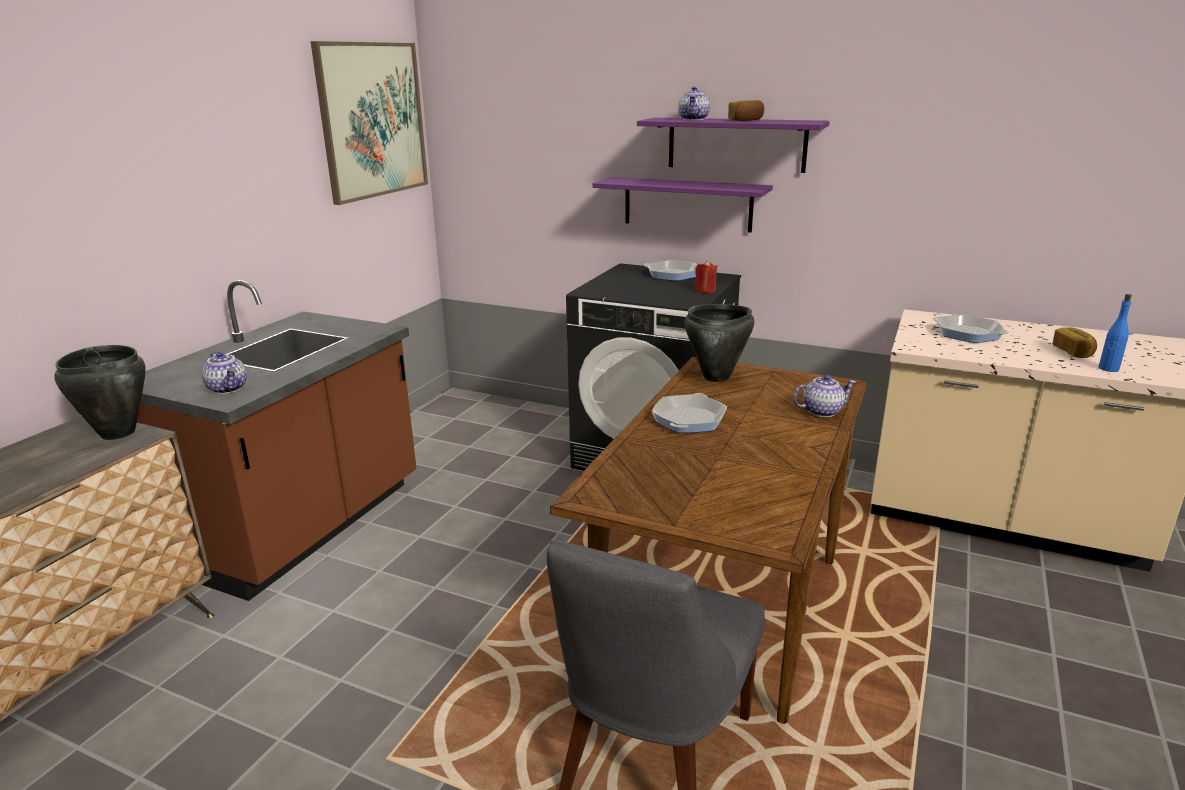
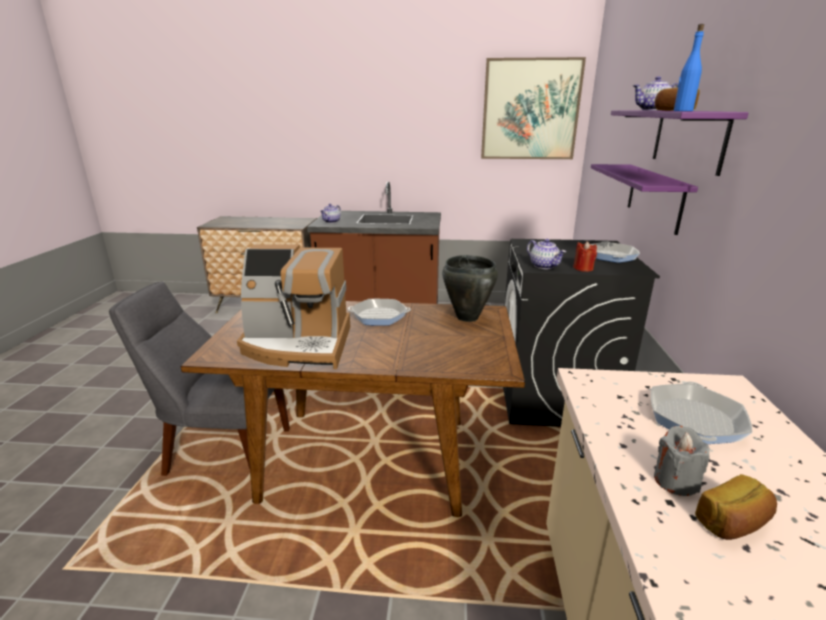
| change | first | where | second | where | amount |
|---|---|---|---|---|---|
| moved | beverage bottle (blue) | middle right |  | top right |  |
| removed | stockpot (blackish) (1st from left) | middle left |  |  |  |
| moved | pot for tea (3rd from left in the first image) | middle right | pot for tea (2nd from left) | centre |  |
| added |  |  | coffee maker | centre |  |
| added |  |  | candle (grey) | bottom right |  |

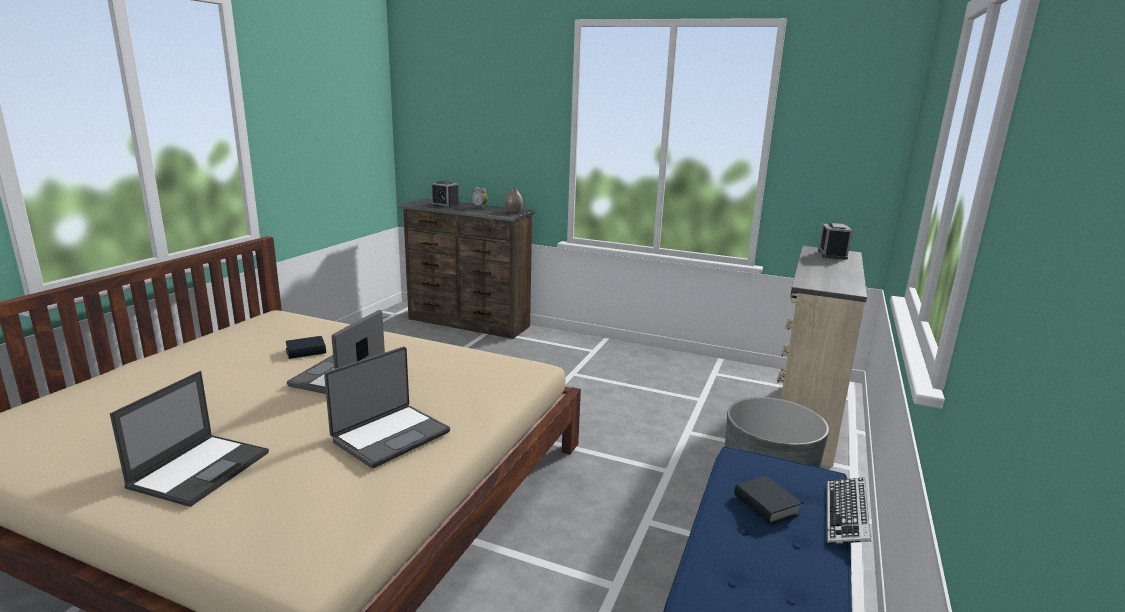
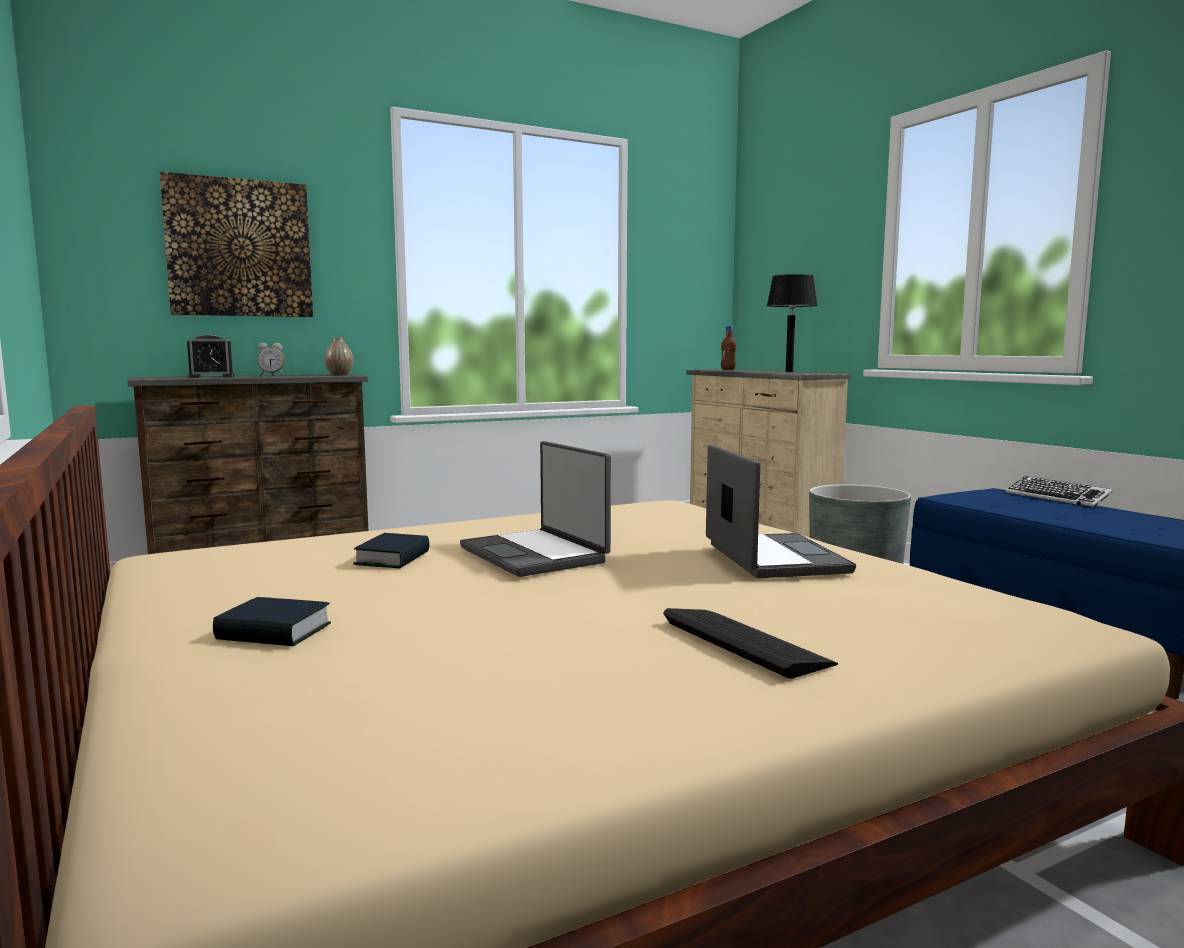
| change | first | where | second | where | amount |
|---|---|---|---|---|---|
| replaced | table clock (3rd from left) | middle right | beverage bottle (brown) | centre |  |
| replaced | portable computer (1st from left) | bottom left | keyboard (1st from left) | bottom centre |  |
| moved | bound book (2nd from left in the first image) | bottom right | bound book (1st from left) | middle left |  |
| added |  |  | picture | top left |  |
| added |  |  | lamp for a table (blackish) | middle right |  |

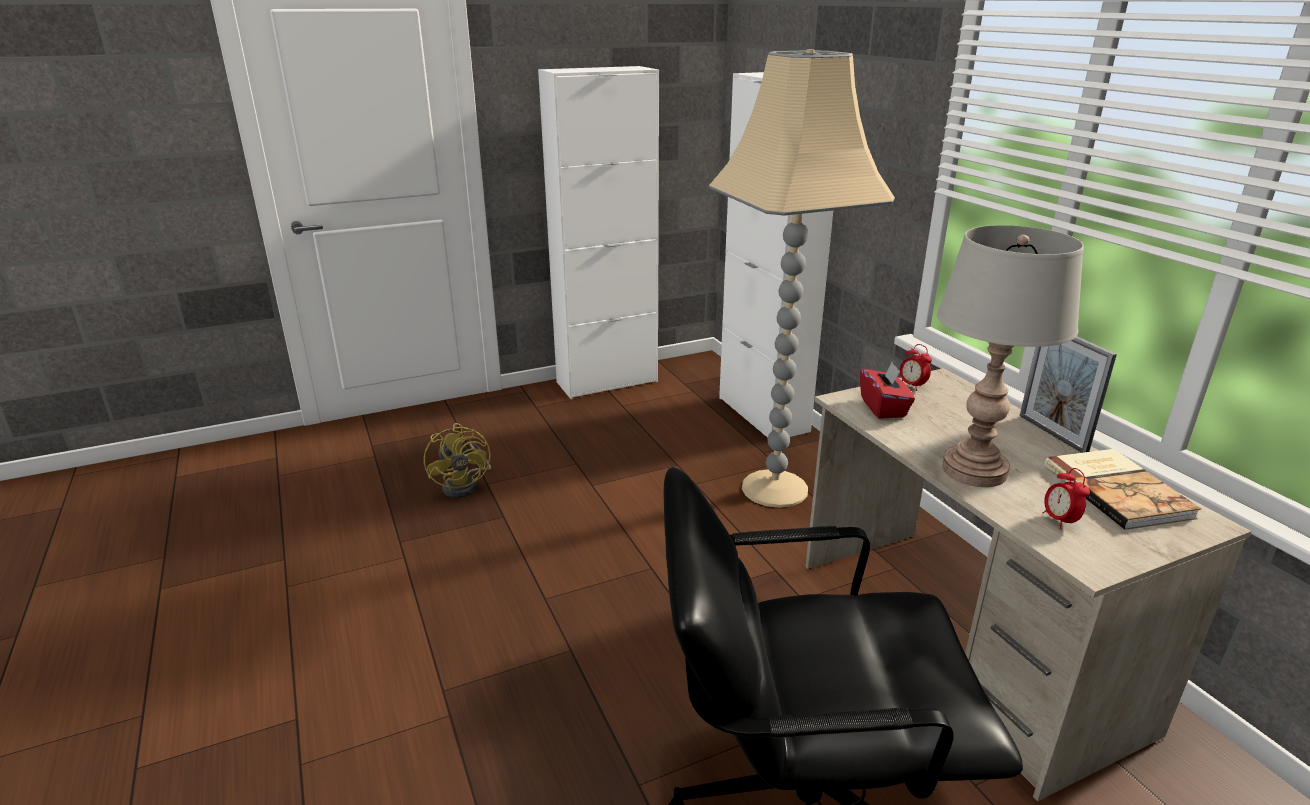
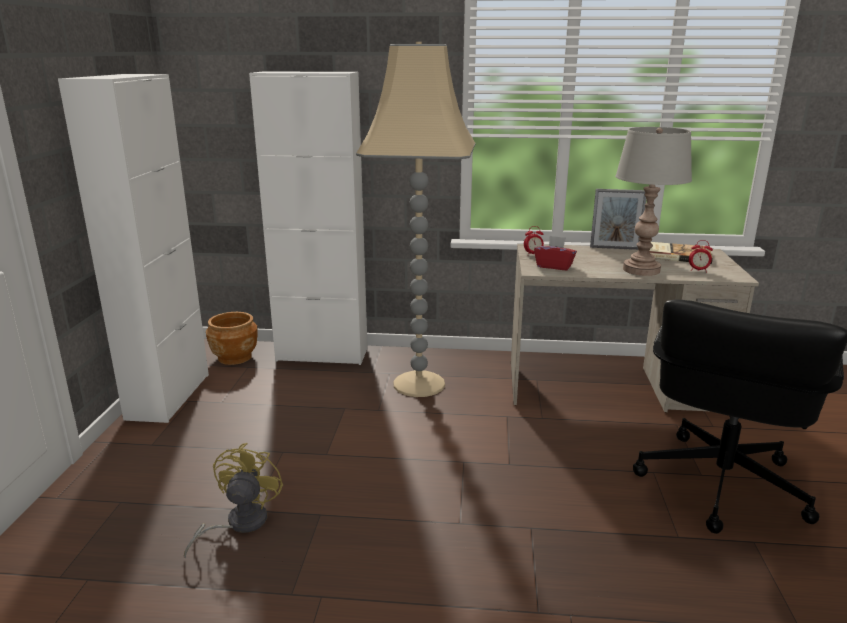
| change | first | where | second | where | amount |
|---|---|---|---|---|---|
| turned | electric fan (yellow-coloured) | centre |  | bottom left | 90 degrees counterclockwise |
| added |  |  | planter (brown) | middle left |  |

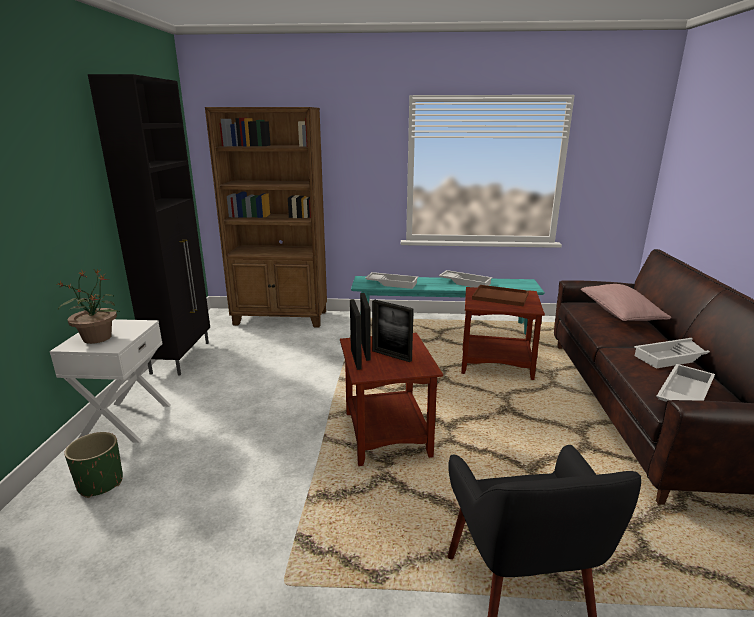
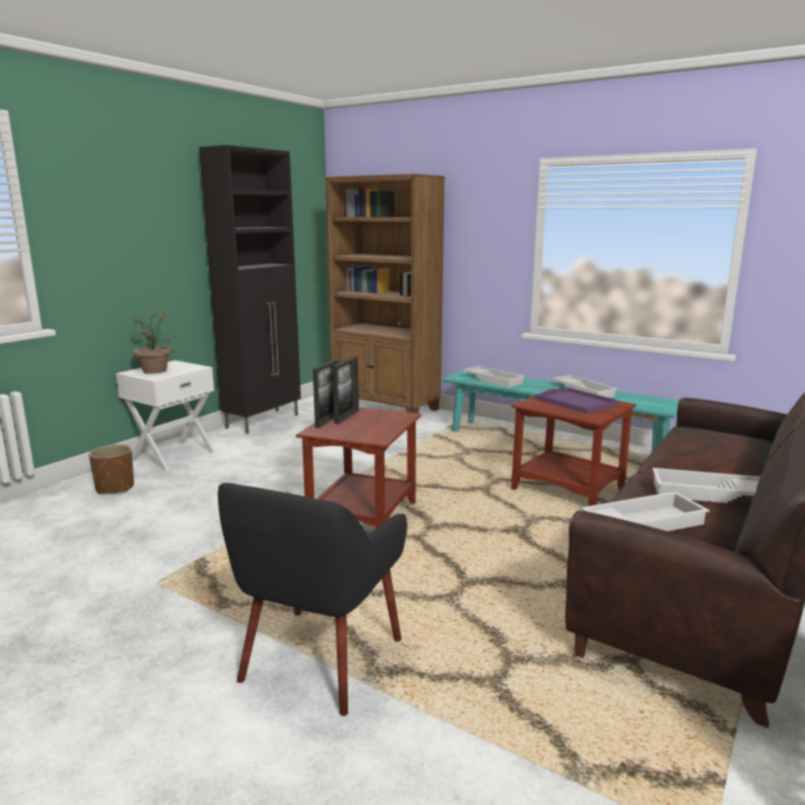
| change | first | where | second | where | amount |
|---|---|---|---|---|---|
| removed | cushion (pink) | middle right |  |  |  |
| recoloured | carrying tray (brown) | centre | carrying tray (purple-coloured) | middle right |  |
| removed | photo frame (3rd from left) | centre |  |  |  |
| recoloured | planter (green) | bottom left | planter (brown) | middle left |  |

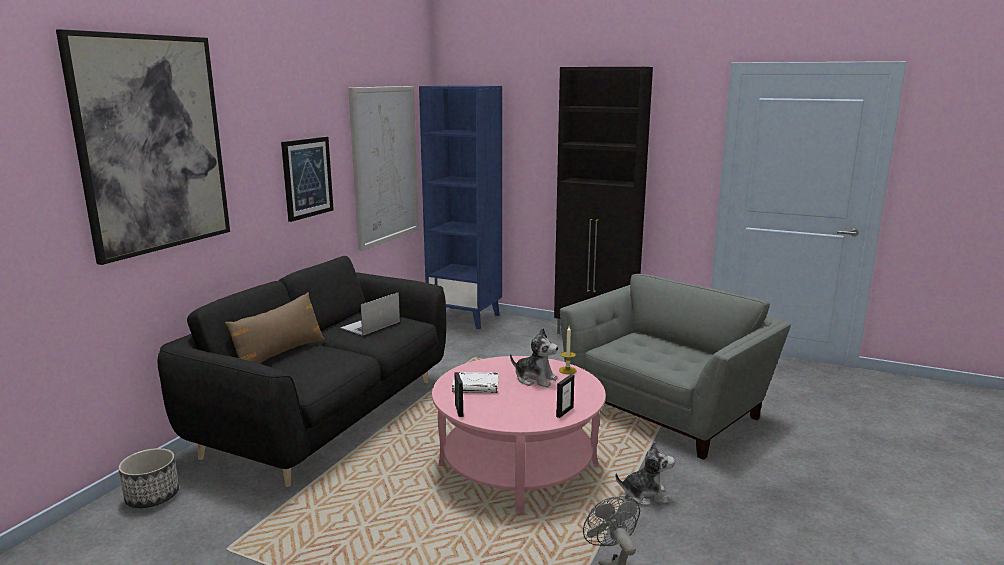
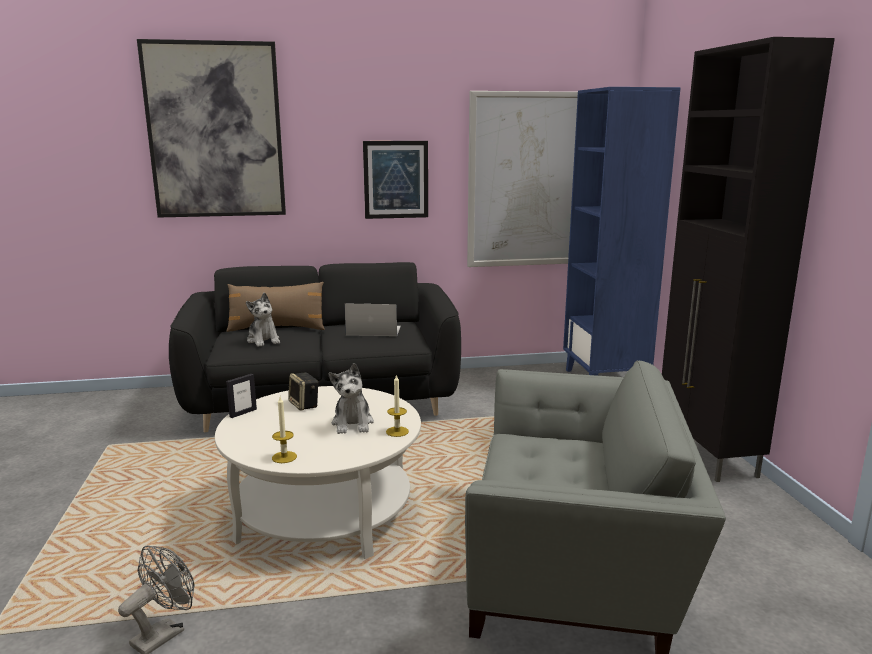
| change | first | where | second | where | amount |
|---|---|---|---|---|---|
| recoloured | low table (pink) | bottom centre | low table (white-coloured) | bottom centre |  |
| replaced | bound book (white-coloured) | bottom centre | loudspeaker | centre |  |
| replaced | photo frame (2nd from left) | bottom centre | candle (1st from left) | middle left |  |
| moved | soft toy (2nd from left in the first image) | bottom centre | soft toy (1st from left) | middle left |  |
| removed | planter | bottom left |  |  |  |

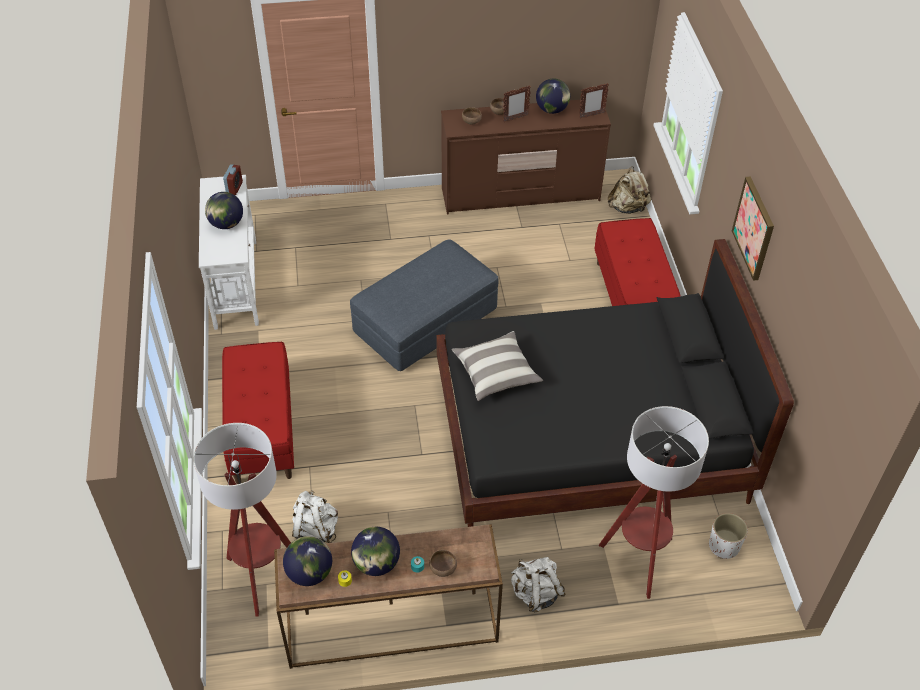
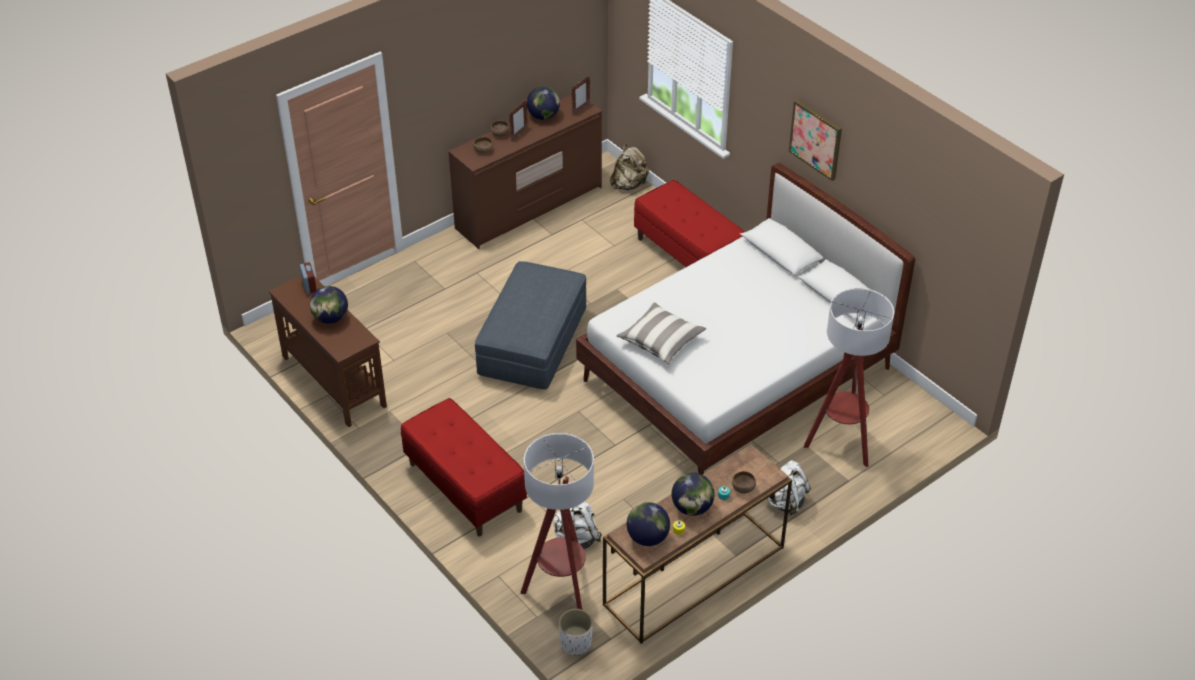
| change | first | where | second | where | amount |
|---|---|---|---|---|---|
| recoloured | console table (white-coloured) | middle left | console table (brown) (1st from left) | middle left |  |
| recoloured | bedroom bed (blackish) | middle right | bedroom bed (white-coloured) | centre |  |
| moved | planter (white-coloured) | bottom right |  | bottom centre |  |

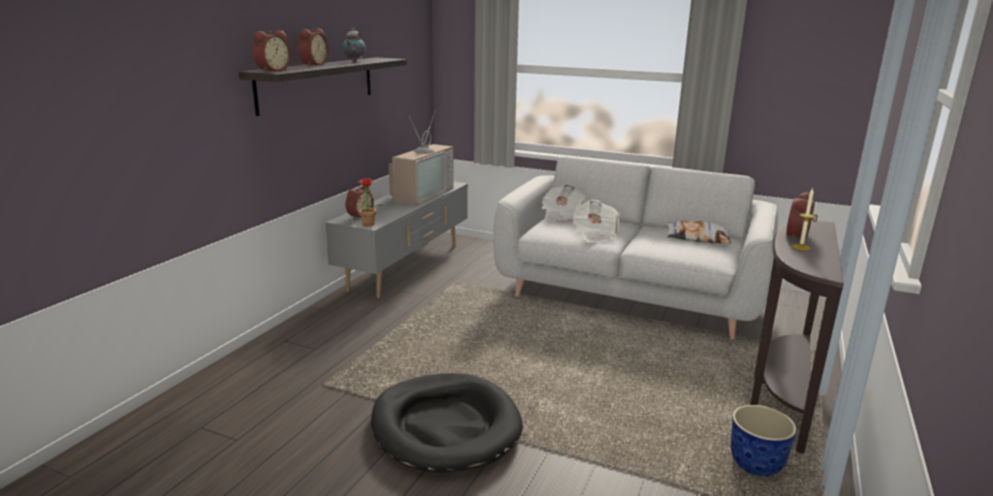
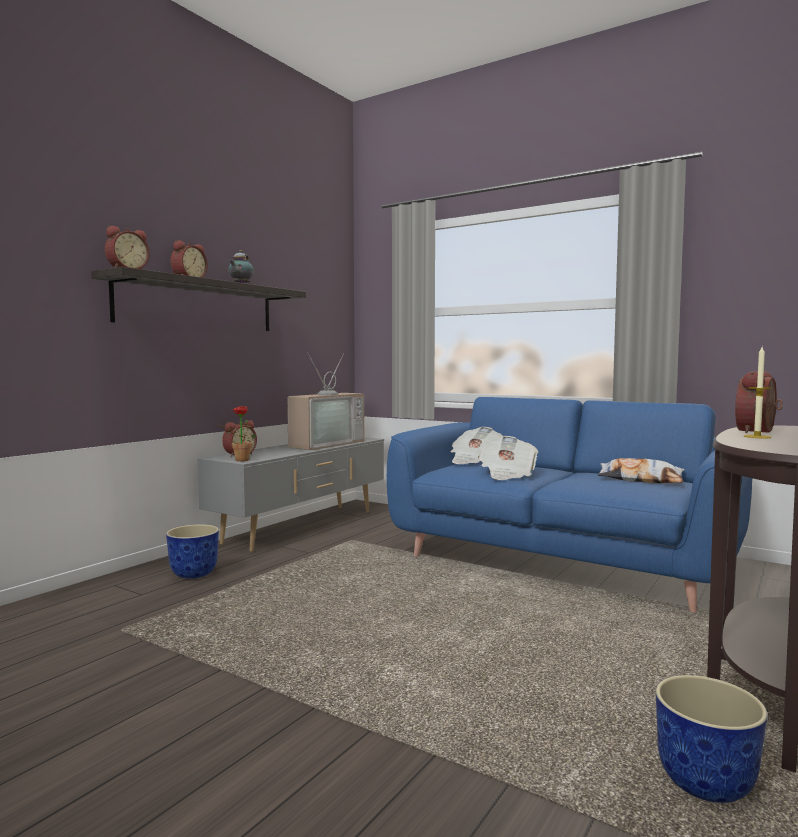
| change | first | where | second | where | amount |
|---|---|---|---|---|---|
| recoloured | settee (grey) | centre | settee (blue) | middle right |  |
| removed | pet bed (blackish) | bottom centre |  |  |  |
| added |  |  | planter (1st from left) | middle left |  |

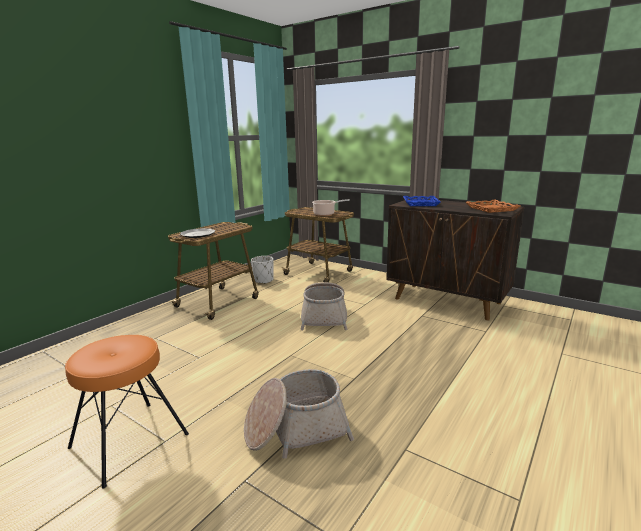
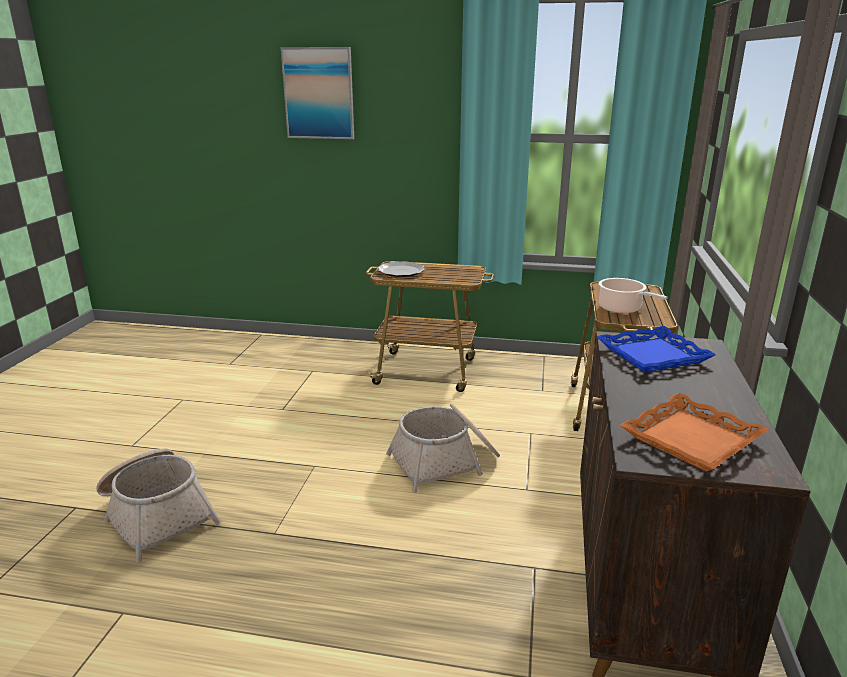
| change | first | where | second | where | amount |
|---|---|---|---|---|---|
| removed | planter (white-coloured) | centre |  |  |  |
| removed | stool (orangey) | bottom left |  |  |  |
| added |  |  | picture | top centre |  |

